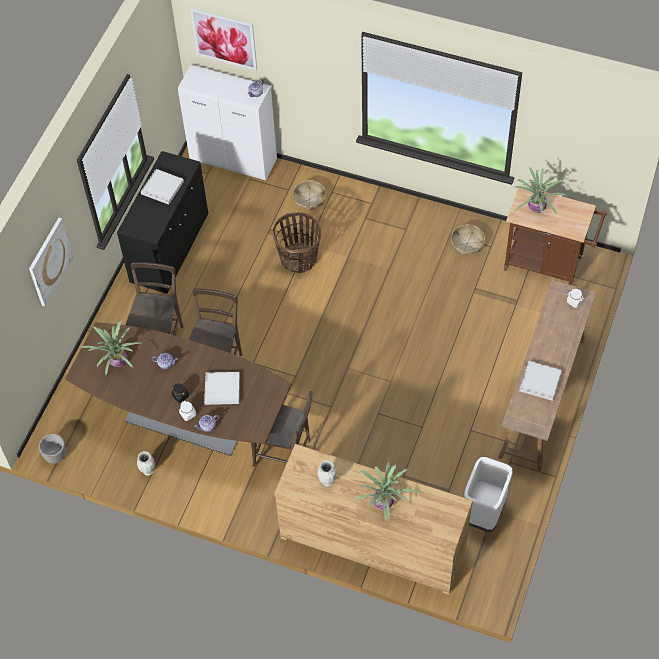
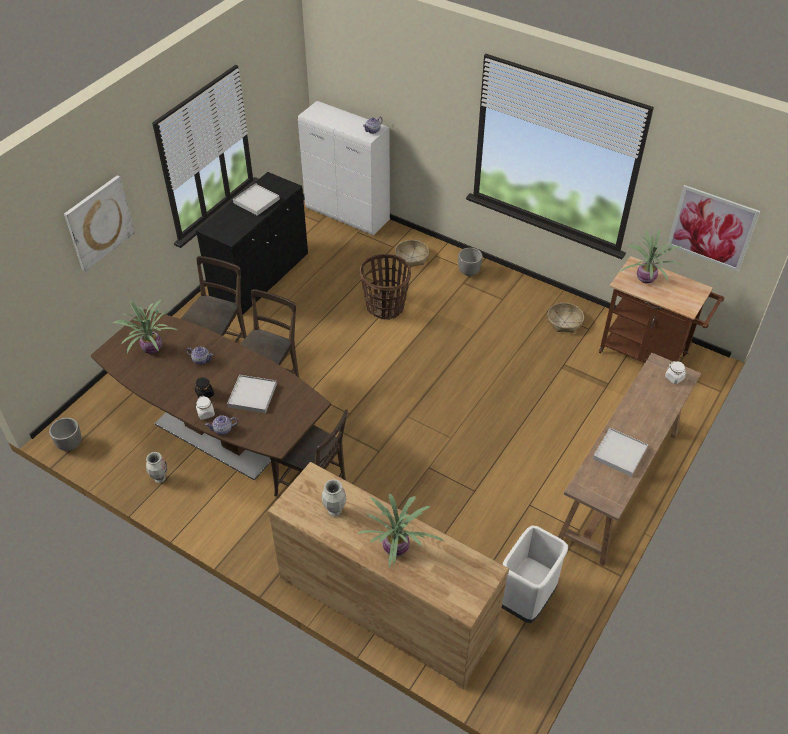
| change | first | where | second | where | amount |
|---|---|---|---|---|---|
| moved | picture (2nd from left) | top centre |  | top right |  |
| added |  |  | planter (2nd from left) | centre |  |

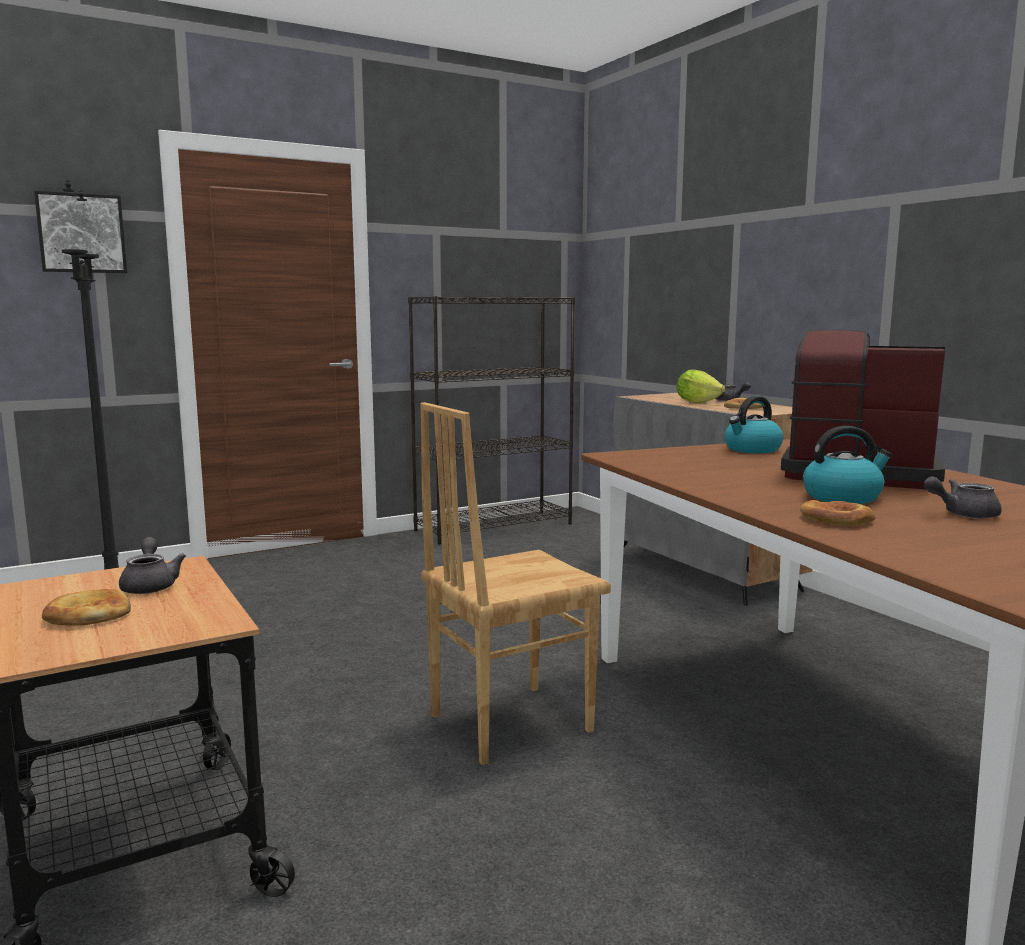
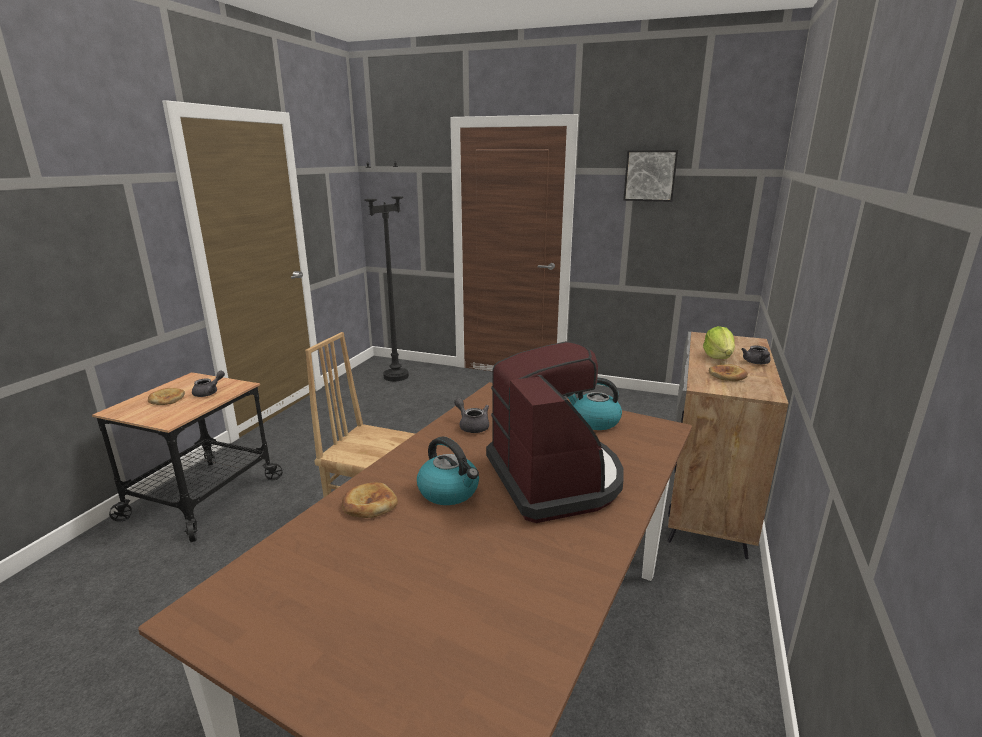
| change | first | where | second | where | amount |
|---|---|---|---|---|---|
| moved | picture | top left |  | top centre |  |
| removed | bookcase (blackish) | centre |  |  |  |
| moved | pot for tea (grey) (3rd from left in the first image) | middle right | pot for tea (grey) (2nd from left) | centre |  |

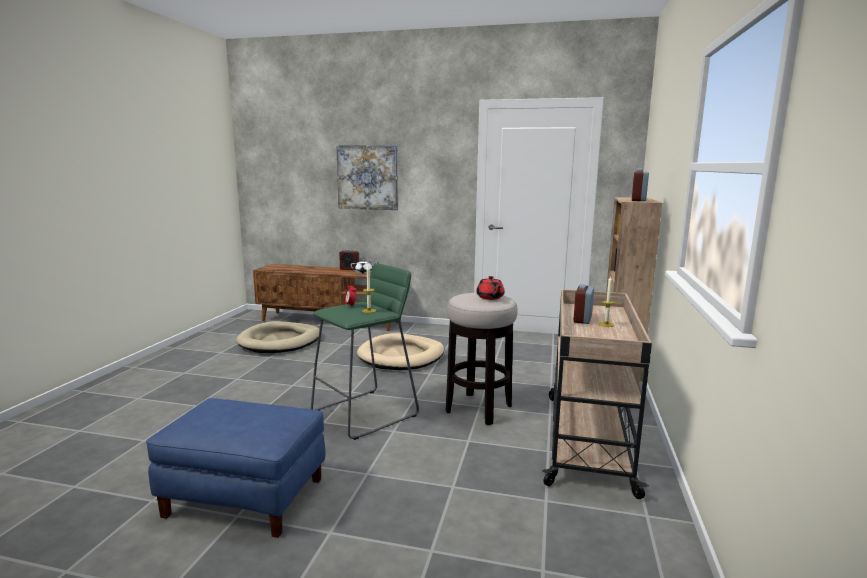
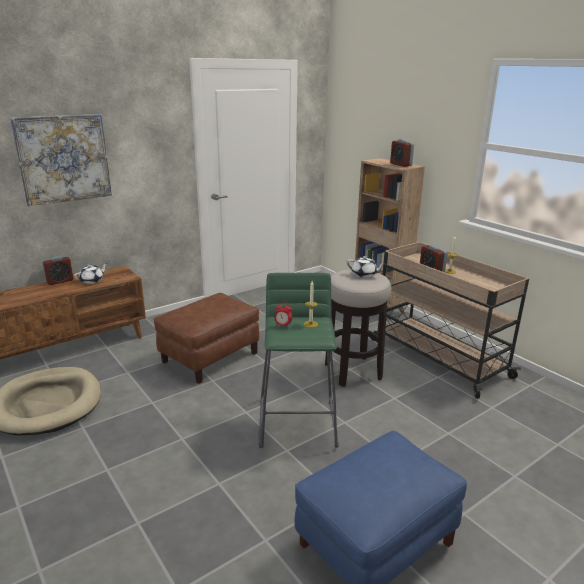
| change | first | where | second | where | amount |
|---|---|---|---|---|---|
| recoloured | pot for tea (reddish) | centre | pot for tea (white-coloured) (2nd from left) | centre |  |
| replaced | pet bed (sand-coloured) (2nd from left) | centre | pouffe (brown) | centre |  |

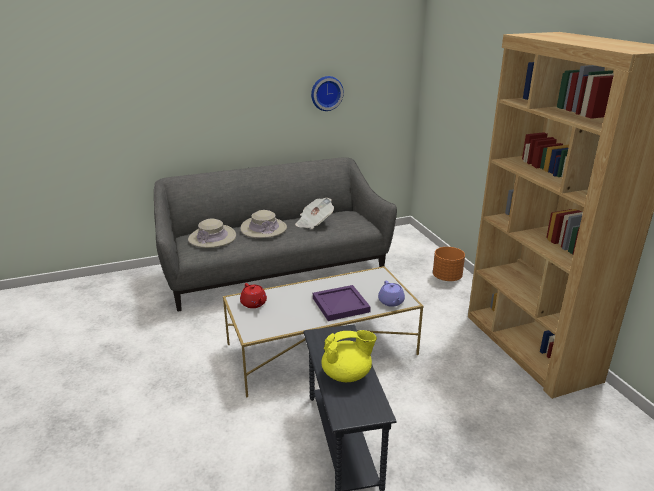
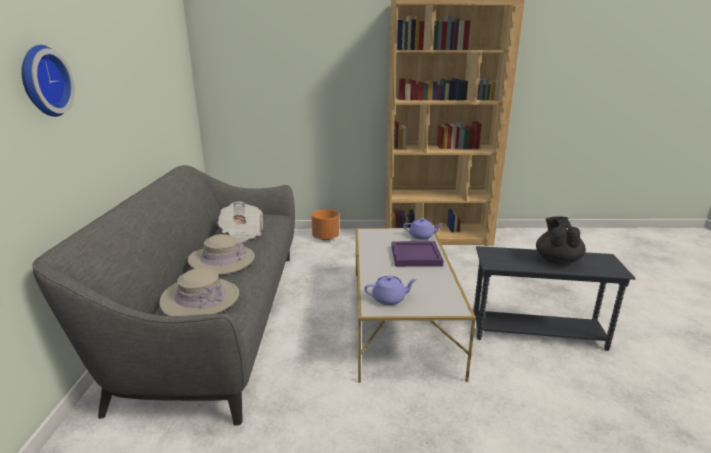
| change | first | where | second | where | amount |
|---|---|---|---|---|---|
| moved | hanging clock | top centre |  | top left |  |
| recoloured | pot for tea (reddish) | centre | pot for tea (purple-coloured) (1st from left) | centre |  |
| recoloured | pot for tea (yellow-coloured) | bottom centre | pot for tea (blackish) | middle right |  |

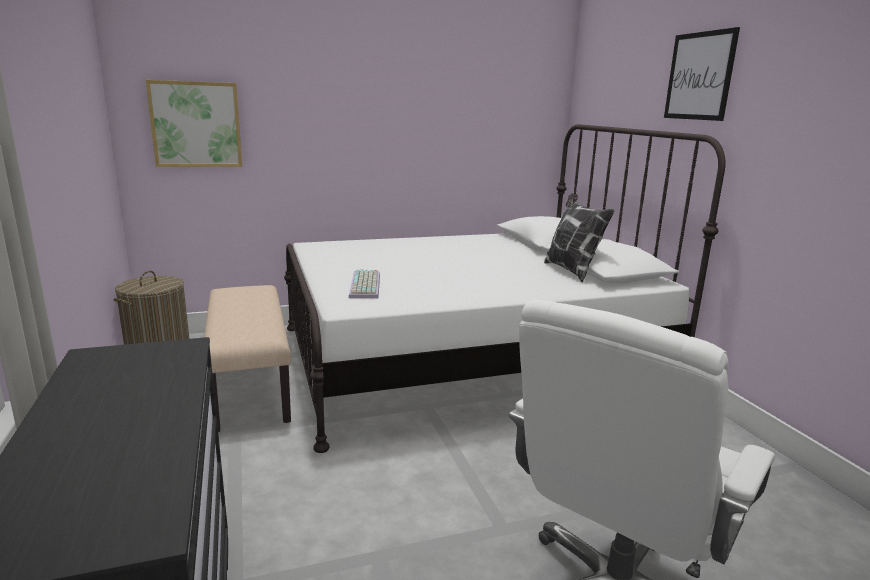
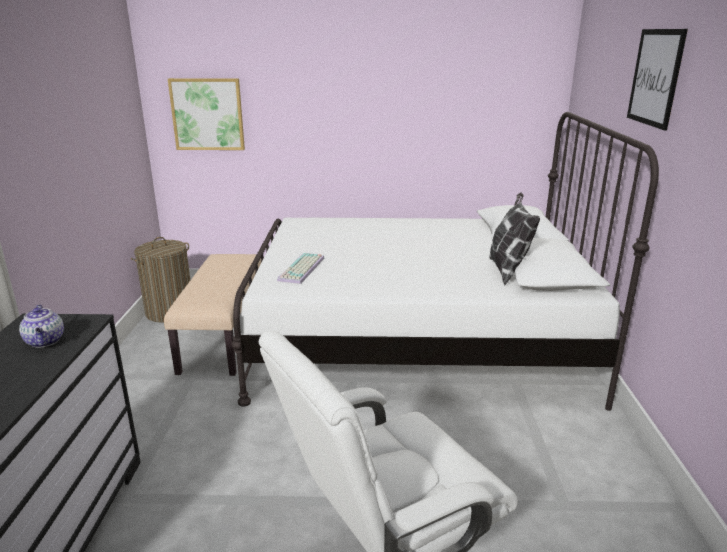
| change | first | where | second | where | amount |
|---|---|---|---|---|---|
| added |  |  | pot for tea | middle left |  |

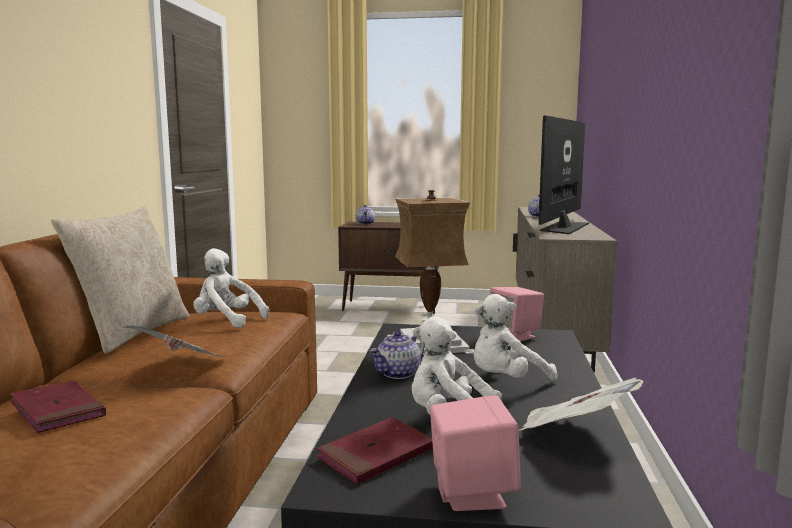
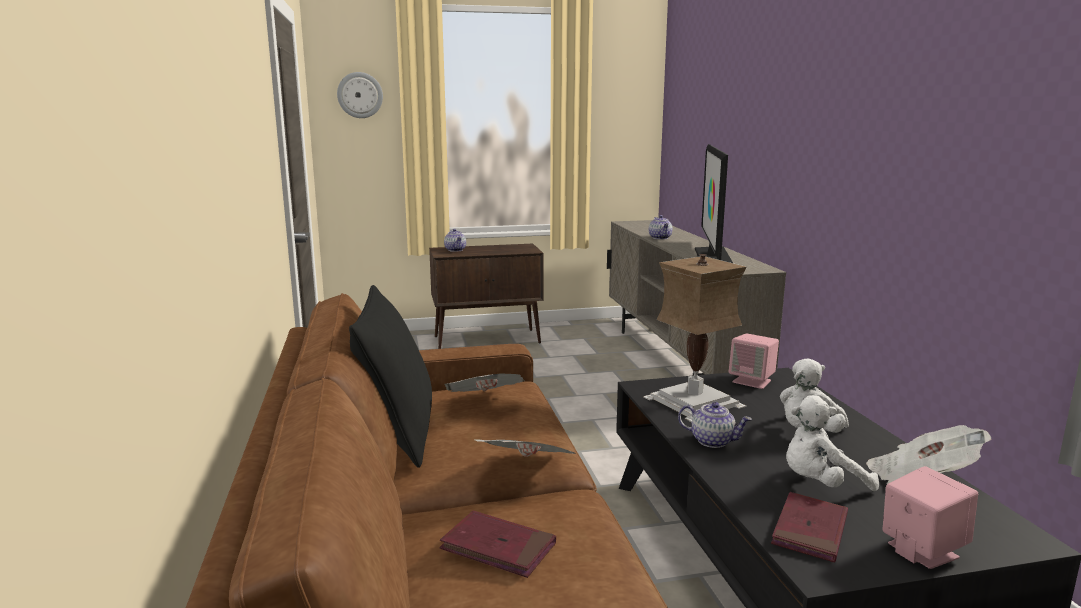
| change | first | where | second | where | amount |
|---|---|---|---|---|---|
| recoloured | cushion (sand-coloured) | middle left | cushion (blackish) | centre |  |
| replaced | soft toy (white-coloured) (1st from left) | middle left | daily paper (1st from left) | centre |  |
| turned | pot for tea (2nd from left in the first image) | bottom centre | pot for tea (3rd from left) | bottom centre | 90 degrees counterclockwise |
| added |  |  | hanging clock | top left |  |

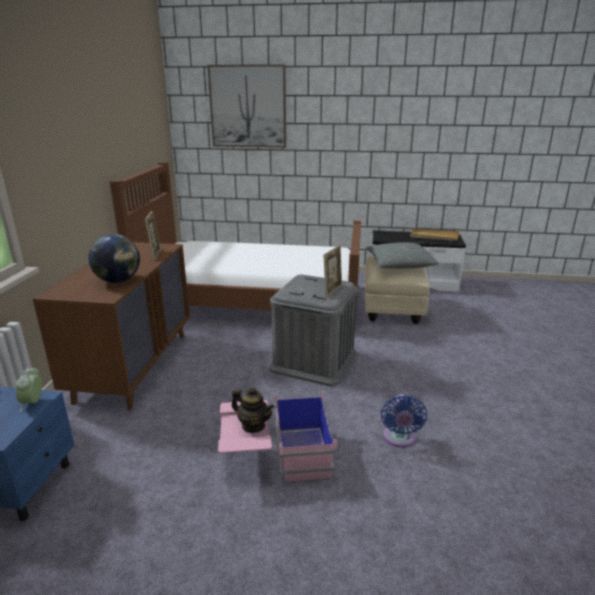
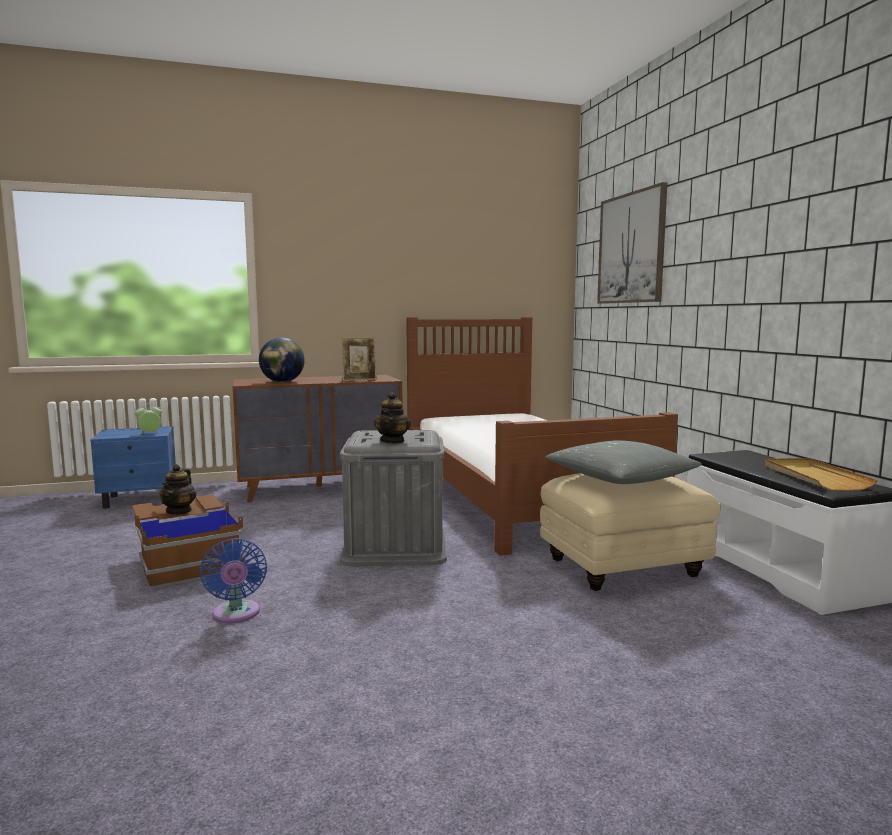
| change | first | where | second | where | amount |
|---|---|---|---|---|---|
| replaced | photo frame (2nd from left) | centre | pot for tea (2nd from left) | centre |  |
| recoloured | storage container (pink) | bottom centre | storage container (brown) | middle left |  |
| turned | electric fan (blue) | bottom right |  | bottom left | 90 degrees counterclockwise |

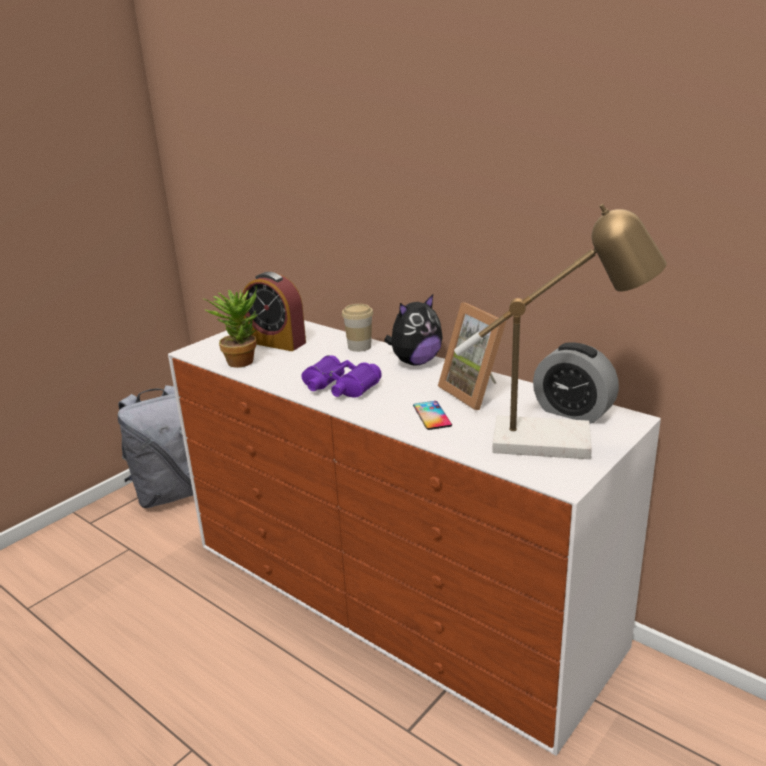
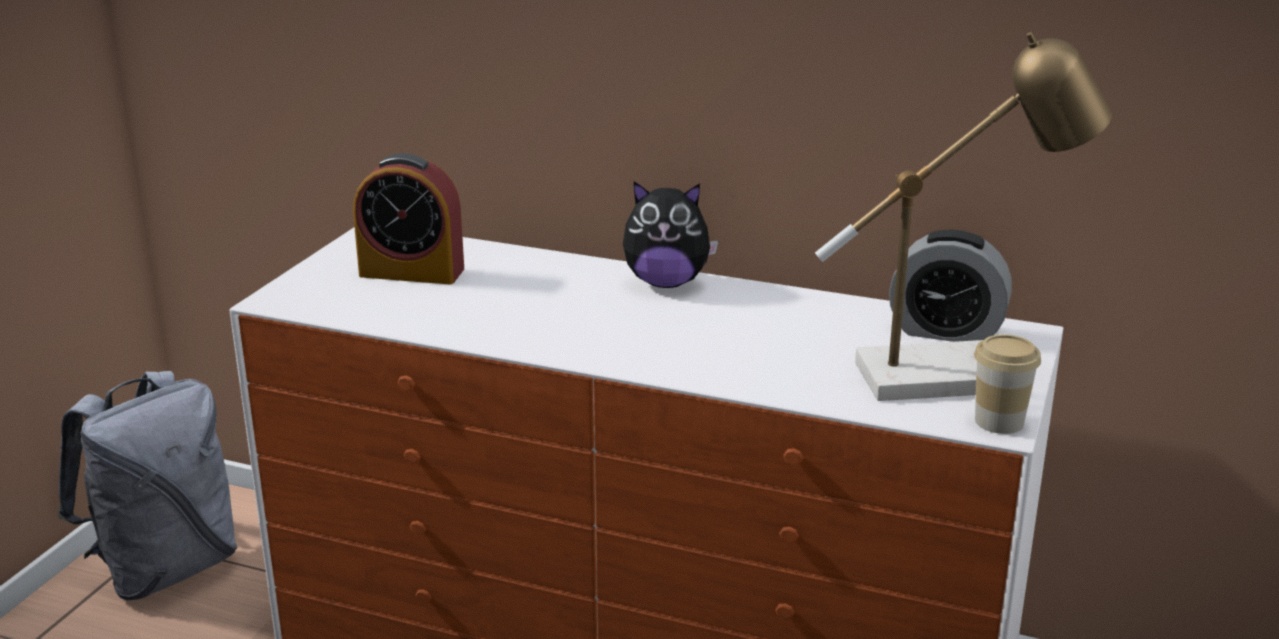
| change | first | where | second | where | amount |
|---|---|---|---|---|---|
| removed | potted plant | middle left |  |  |  |
| turned | soft toy | centre |  | centre | 60 degrees clockwise |
| removed | photo frame | centre |  |  |  |
| moved | small cup | centre |  | middle right |  |
| removed | binoculars (purple-coloured) | centre |  |  |  |
| removed | phone | centre |  |  |  |

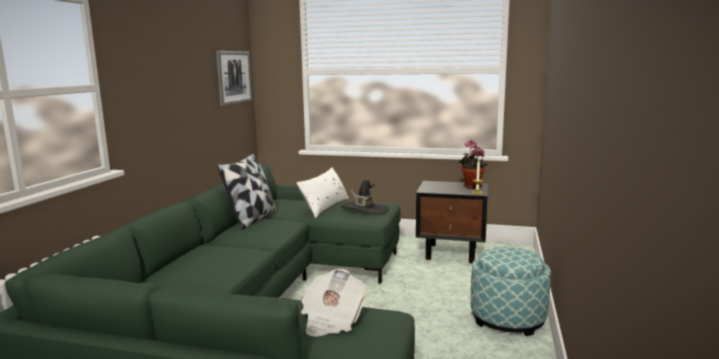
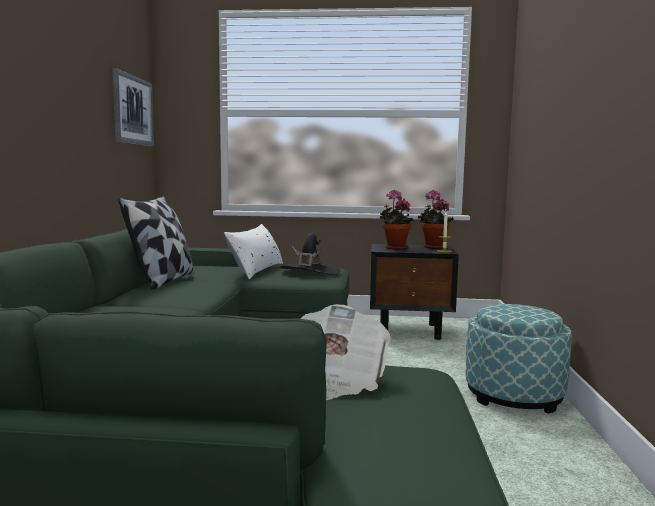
| change | first | where | second | where | amount |
|---|---|---|---|---|---|
| added |  |  | potted plant (1st from left) | centre |  |

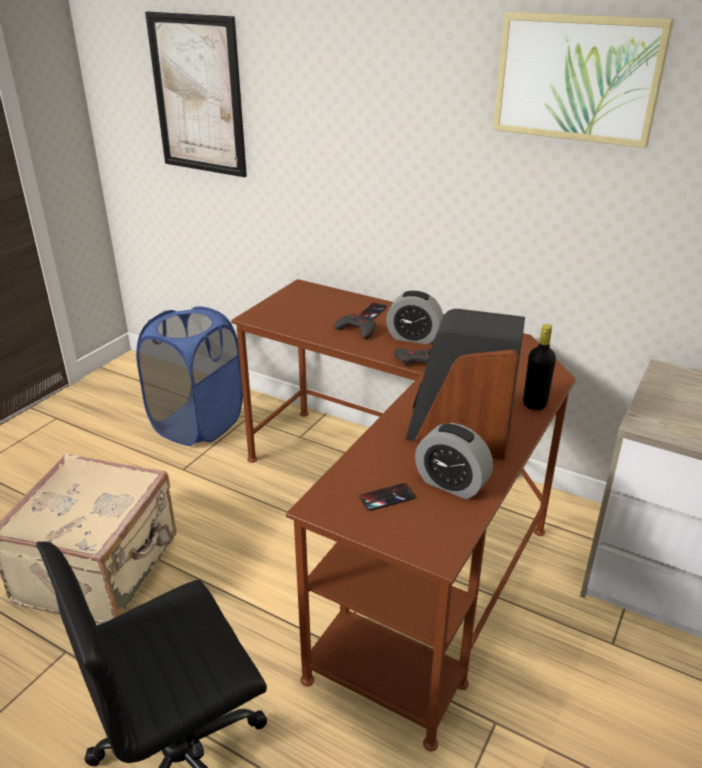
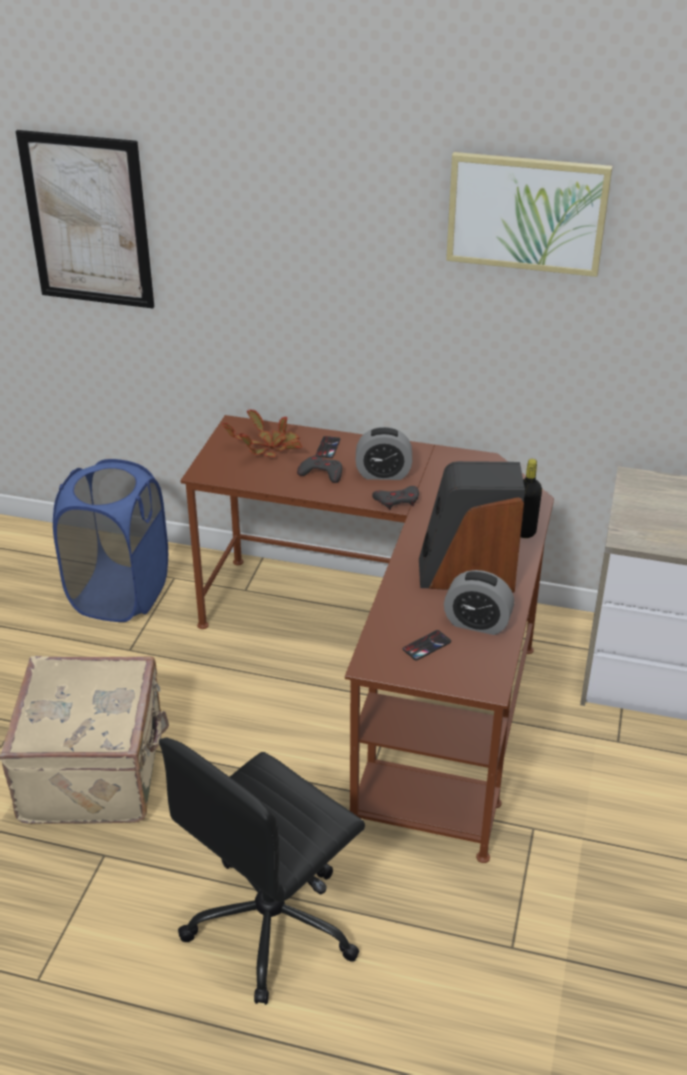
| change | first | where | second | where | amount |
|---|---|---|---|---|---|
| added |  |  | potted plant | centre |  |

